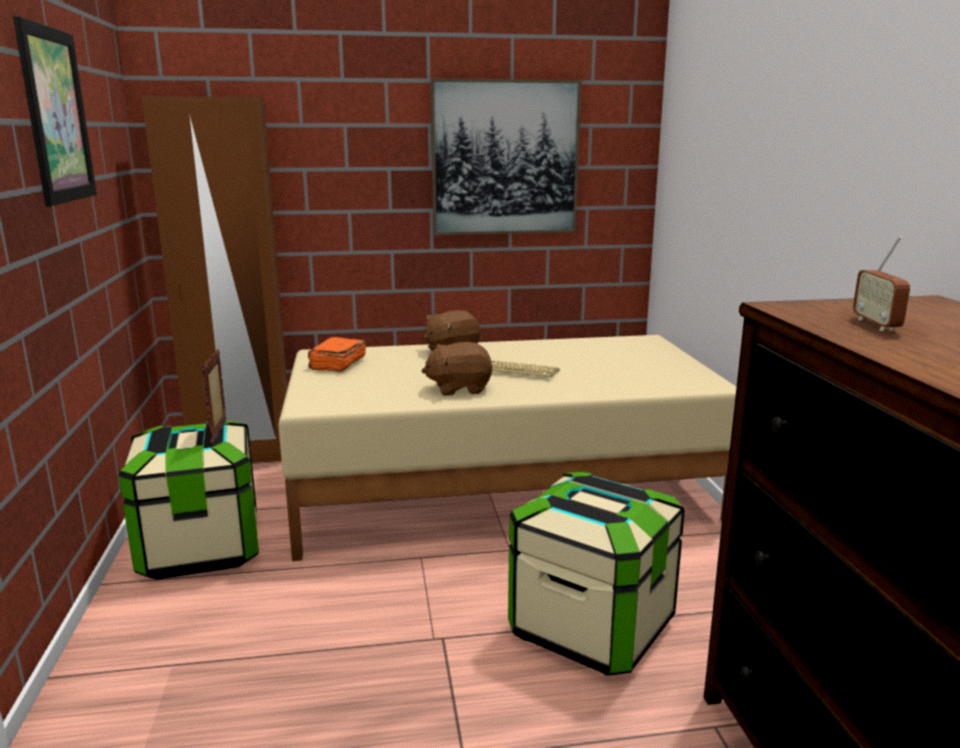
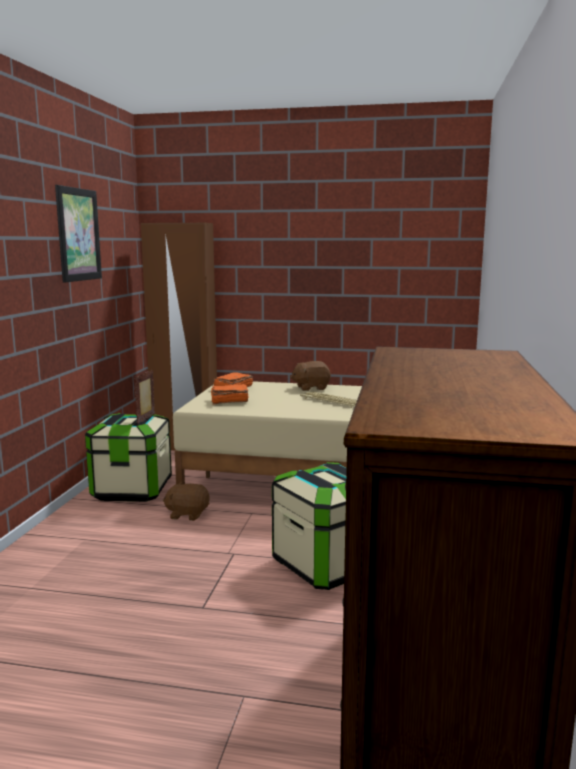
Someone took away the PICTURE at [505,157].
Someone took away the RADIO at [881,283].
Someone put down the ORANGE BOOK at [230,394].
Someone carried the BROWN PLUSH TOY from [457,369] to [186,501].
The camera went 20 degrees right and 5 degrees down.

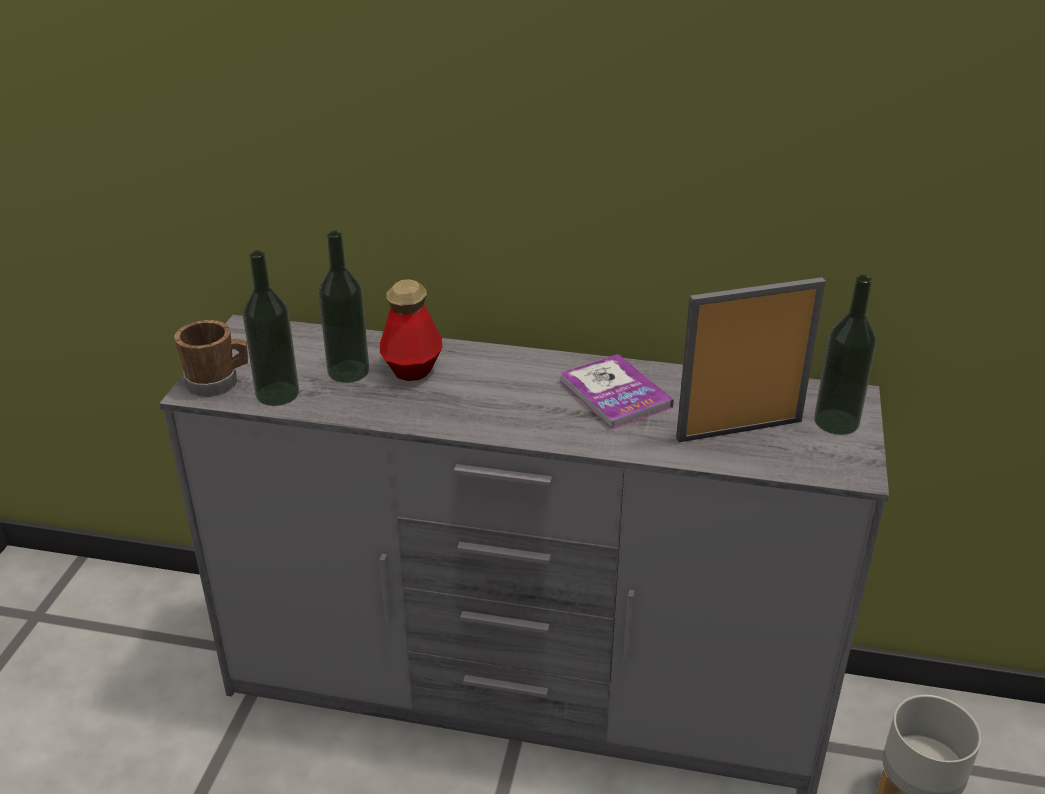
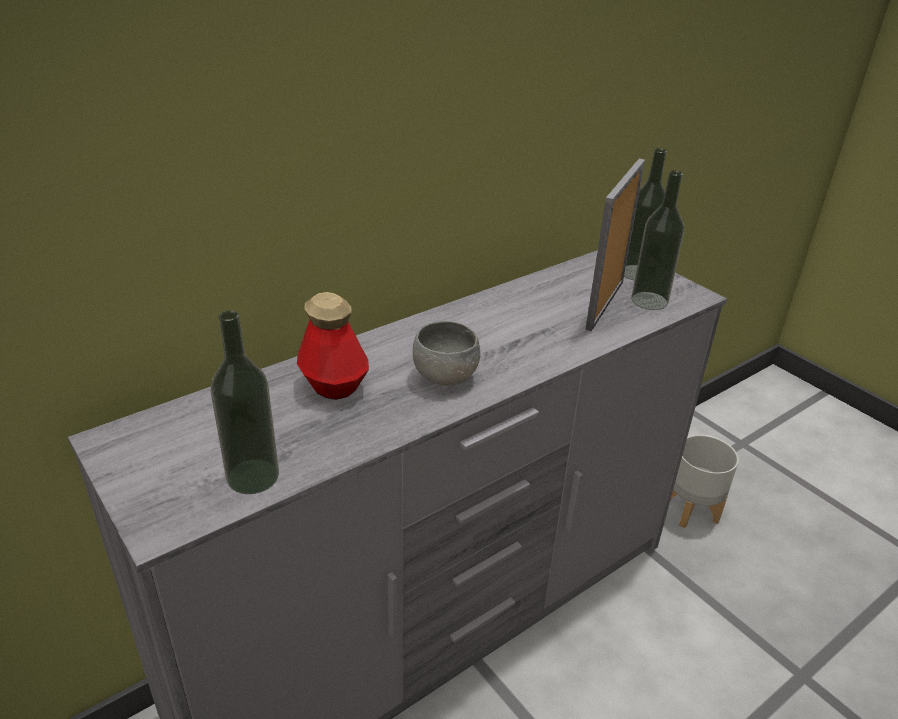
Someone took away the BROWN MUG at [211,358].
Someone took away the BOOK at [616,391].
Someone put down the GREY BOWL at [446,353].
Someone carried the BOTTLE from [343,307] to [657,240].
The camera went 50 degrees left and 0 degrees up.

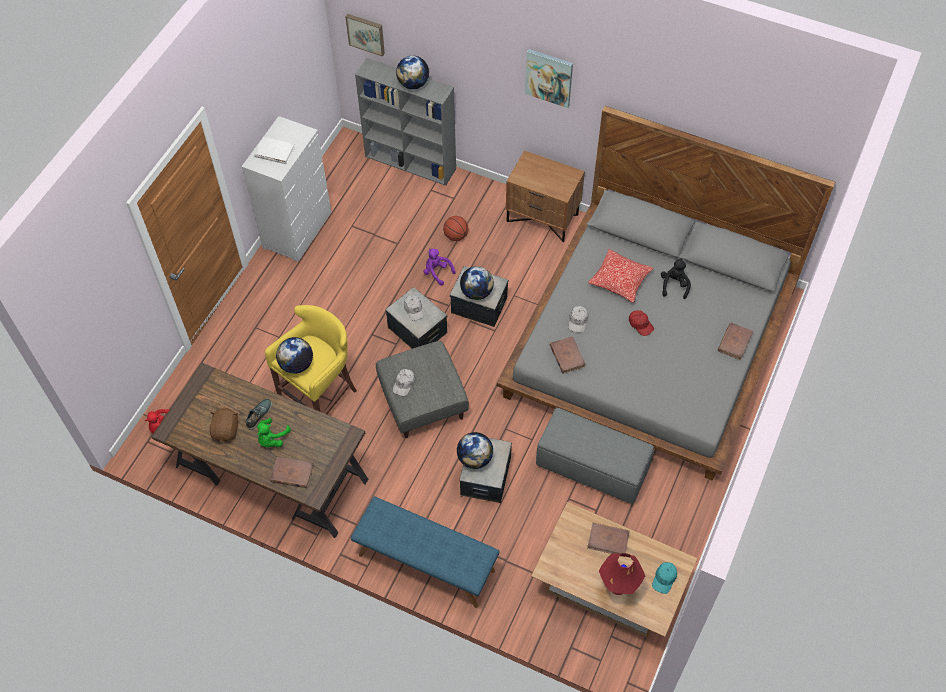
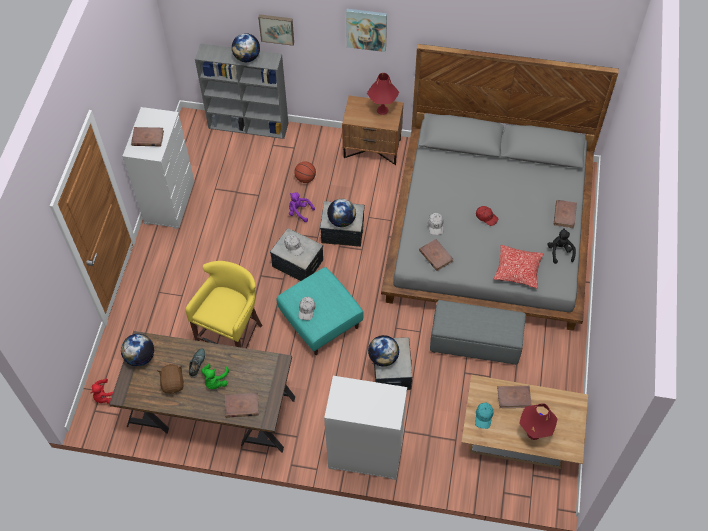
Someone put down the RED TABLE LAMP at [383,94].
Someone carried the GLOBE from [294,355] to [137,350].
Someone carried the PICTURE from [365,35] to [276,30].
Someone carried the PILLOW from [620,276] to [519,267].
Someone carried the TURQUOISE CAP from [664,578] to [484,416].
Someone carried the BLACK PLUSH TOY from [676,278] to [562,246].
Someone swapped the BLUE BENCH at [425,552] for the WHITE DRESSER at [365,428].
Someone repainted the WHITE BOOK at [274,150], which became the BROWN BOOK at [147,136].
Someone repainted the GREY OTTOMAN at [422,389], which became the TURQUOISE OTTOMAN at [320,311].
The camera went 15 degrees left and 0 degrees up.

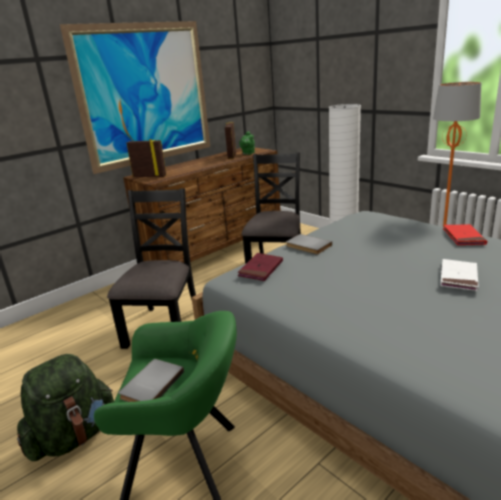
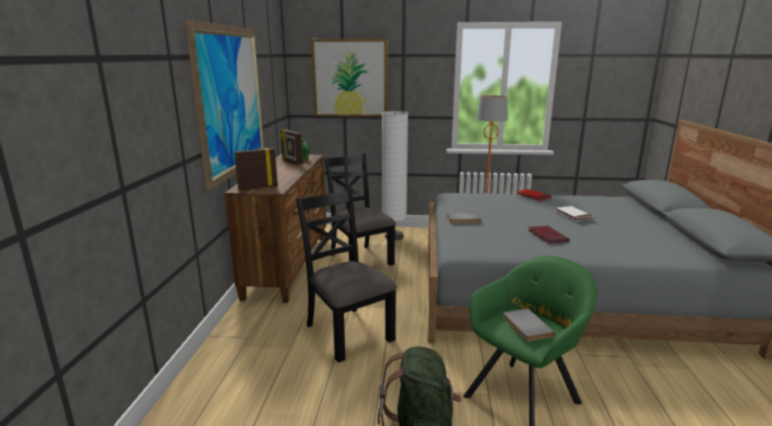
Someone put up the PICTURE at [349,78].
Someone carried the RED BOOK from [260,267] to [548,235].
The camera went 45 degrees left and 5 degrees down.

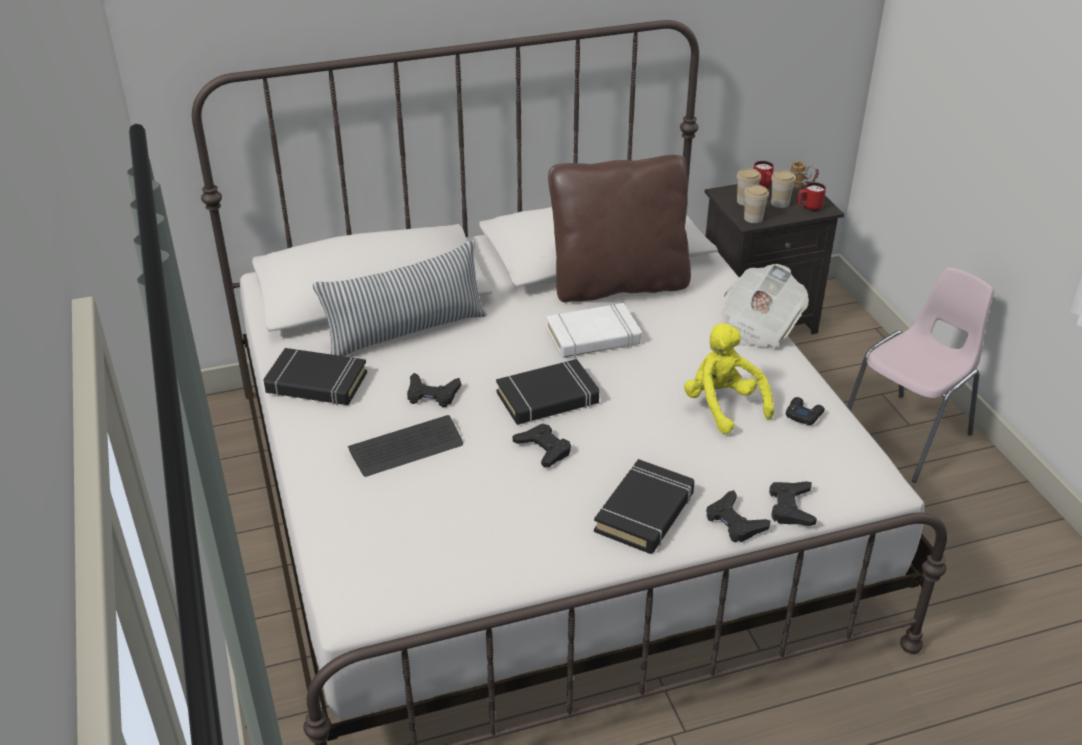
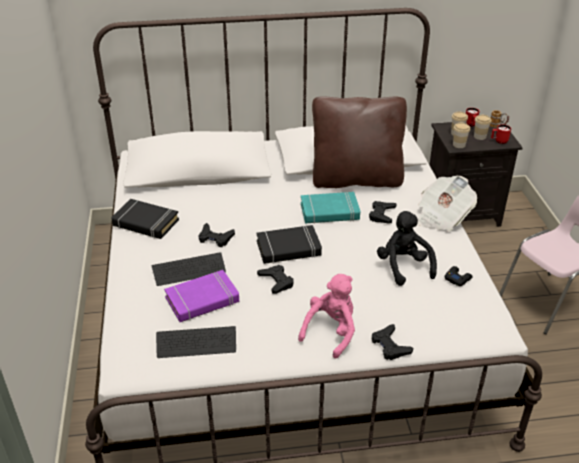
Someone took away the PILLOW at [400,298].
Someone put down the KEYBOARD at [196,342].
Someone put down the PURPLE BOOK at [201,296].
Someone carried the BLACK GAME CONTROLLER from [793,503] to [383,212].
Someone swapped the BLACK BOOK at [644,506] for the PINK PLUSH TOY at [326,316].
Someone repainted the WHITE BOOK at [593,330], which became the TURQUOISE BOOK at [330,208].
Someone repainted the YELLOW PLUSH TOY at [729,378], which became the BLACK PLUSH TOY at [407,248].
The camera went 10 degrees right and 0 degrees up.

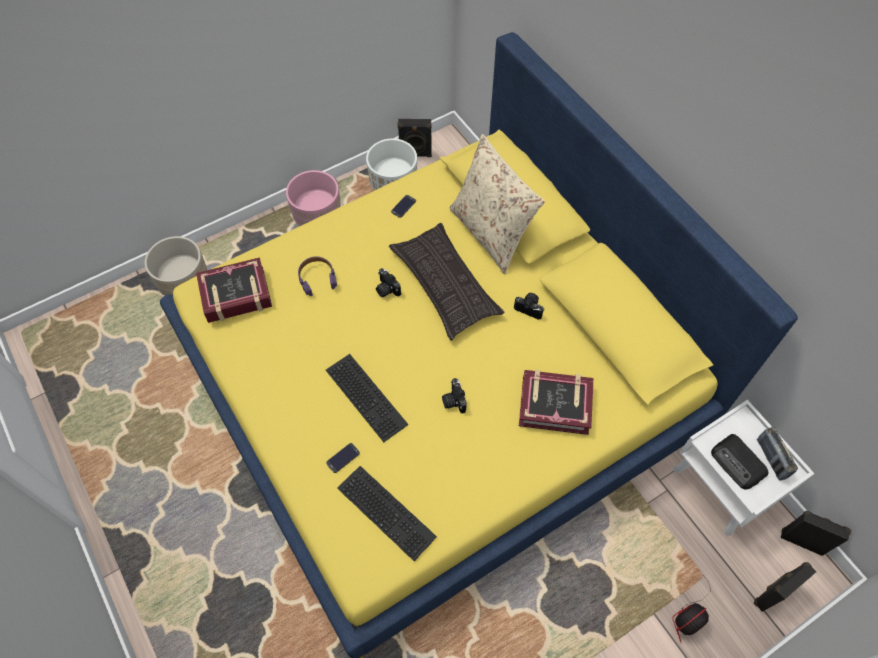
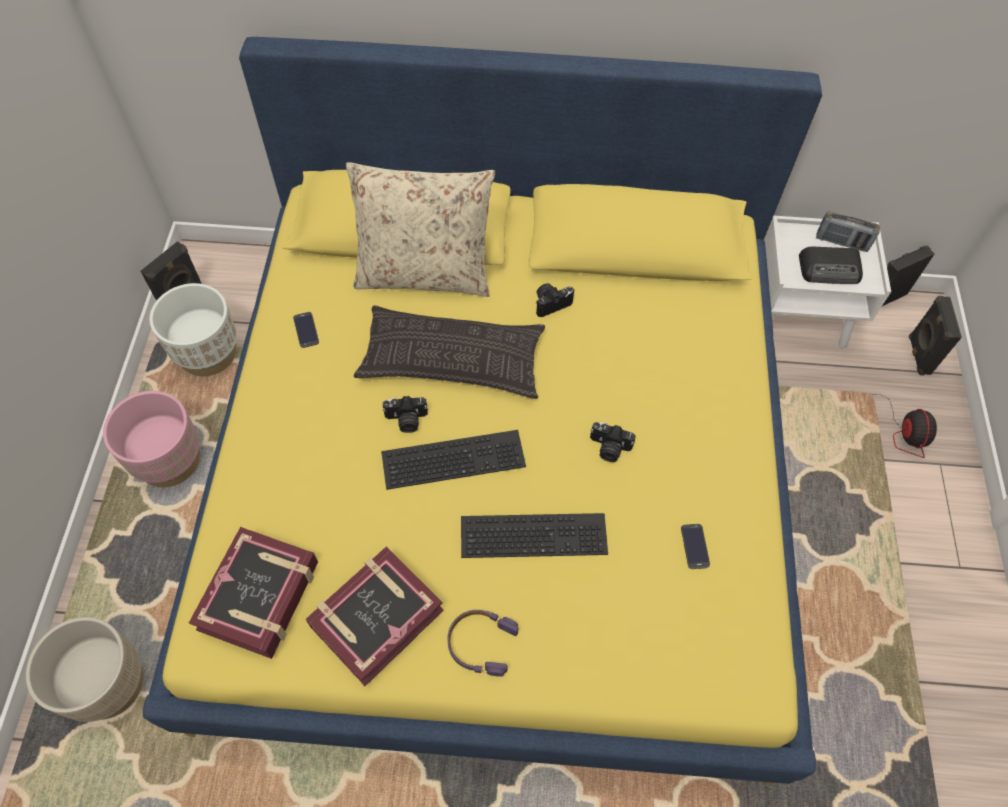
Someone carried the PURPLE HEADPHONES from [317,276] to [483,643].
Someone carried the PHONE from [343,458] to [695,546].
Someone carried the KEYBOARD from [387,513] to [453,460].
Someone carried the BOOK from [556,402] to [375,616].
The camera went 55 degrees left and 0 degrees up.

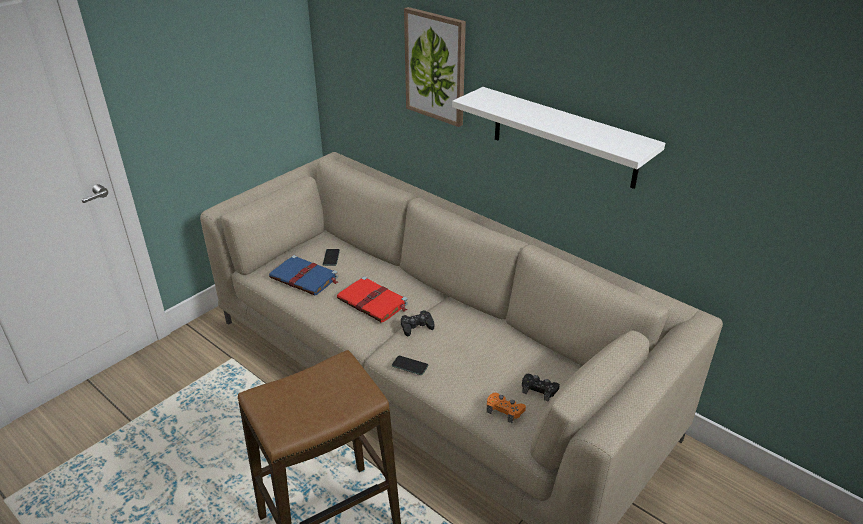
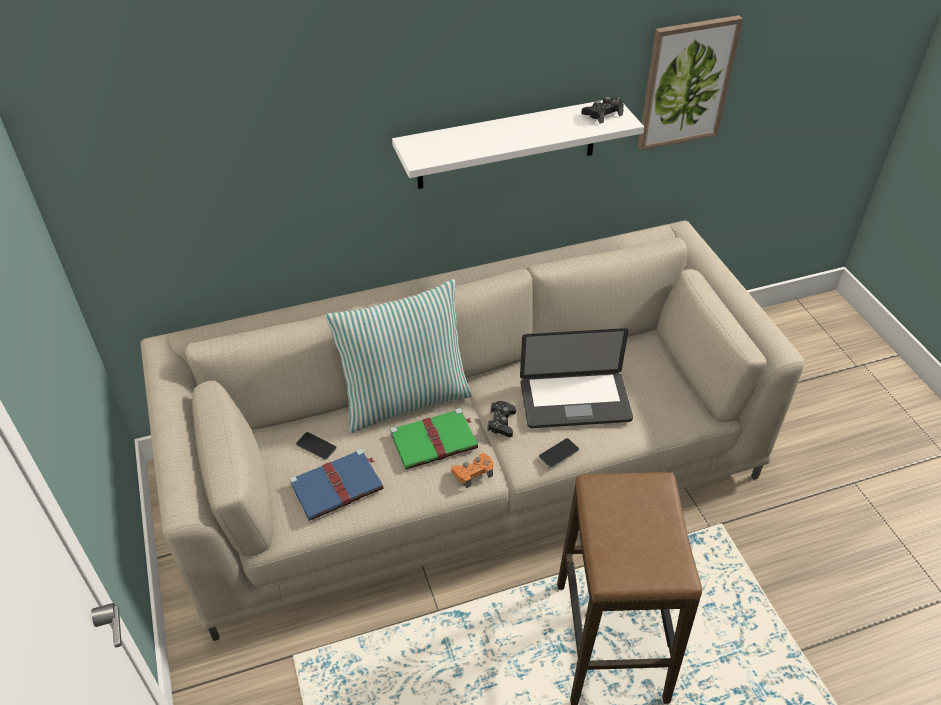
Someone put down the PILLOW at [399,356].
Someone put down the LAPTOP at [576,378].
Someone carried the PICTURE from [435,67] to [690,82].
Someone carried the ORANGE GAME CONTROLLER from [506,408] to [472,470].
Someone carried the BLACK GAME CONTROLLER from [541,387] to [602,110].
Someone repainted the RED BOOK at [372,299], which became the GREEN BOOK at [434,439].
The camera went 60 degrees left and 10 degrees up.

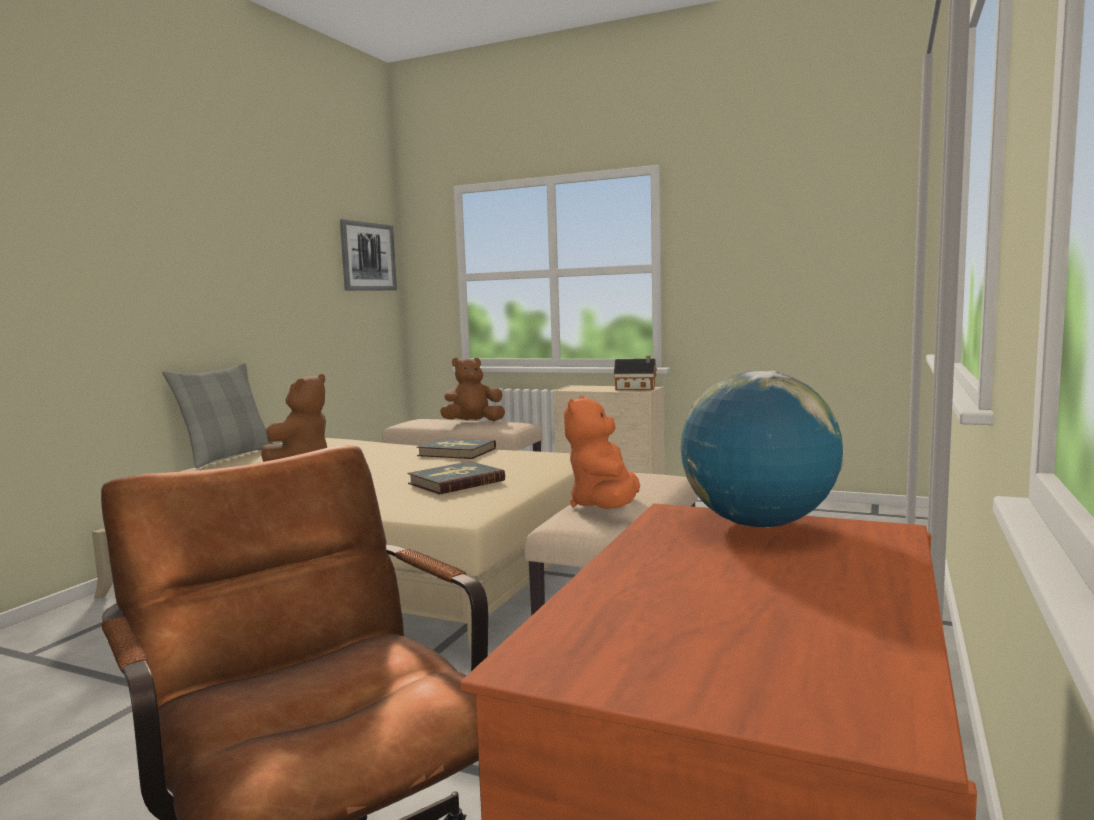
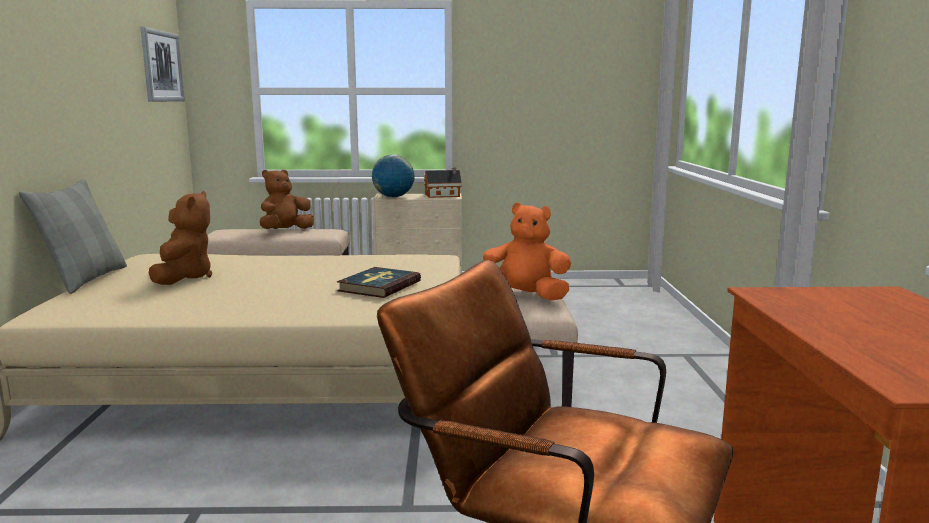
Someone took away the BOOK at [456,448].
Someone carried the GLOBE from [763,449] to [393,175].
Someone rotated the ORANGE PLUSH TOY at [602,452] by 120 degrees clockwise.
The camera went 25 degrees left and 5 degrees up.

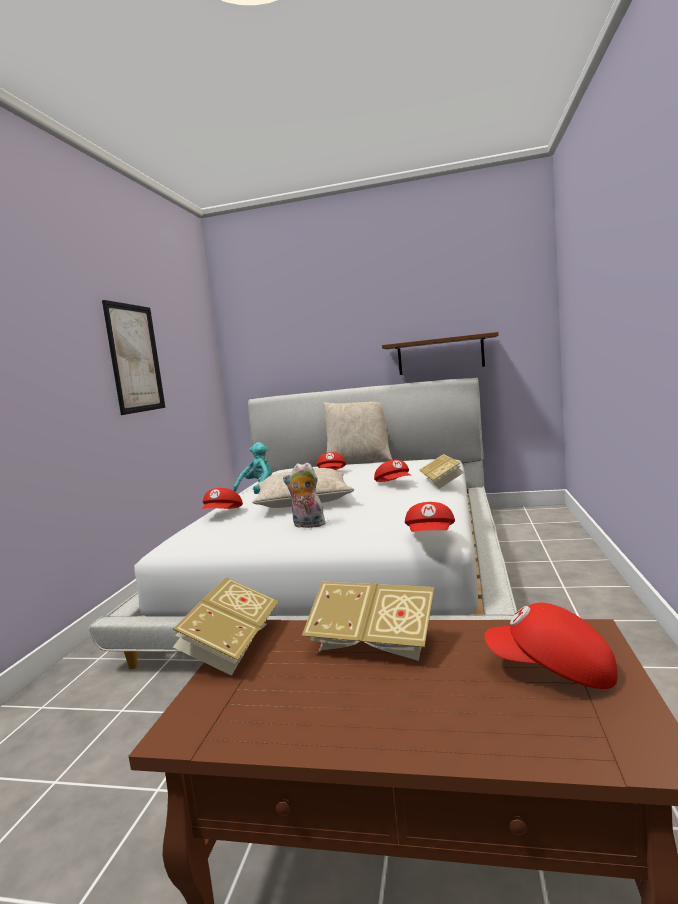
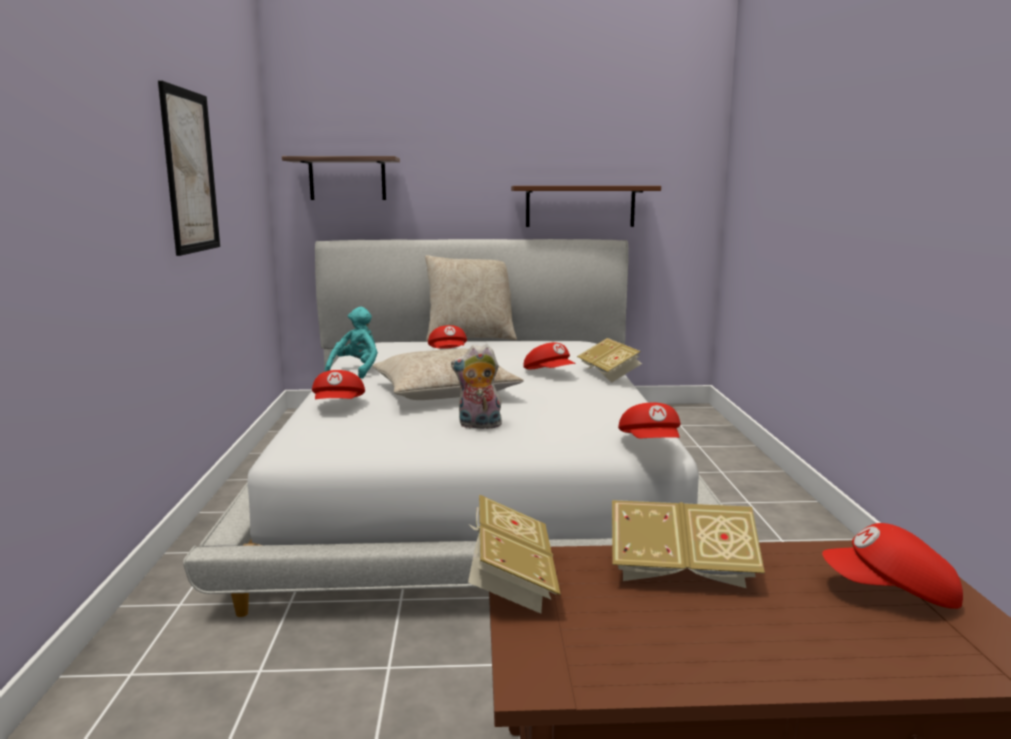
Someone put up the SHELF at [341,178].
The camera went 15 degrees left and 5 degrees up.

